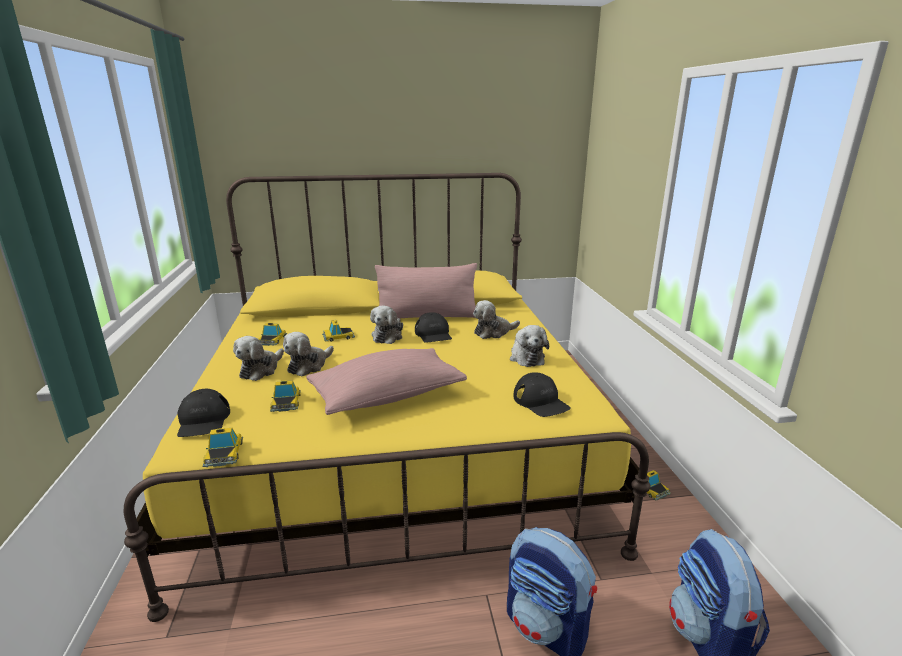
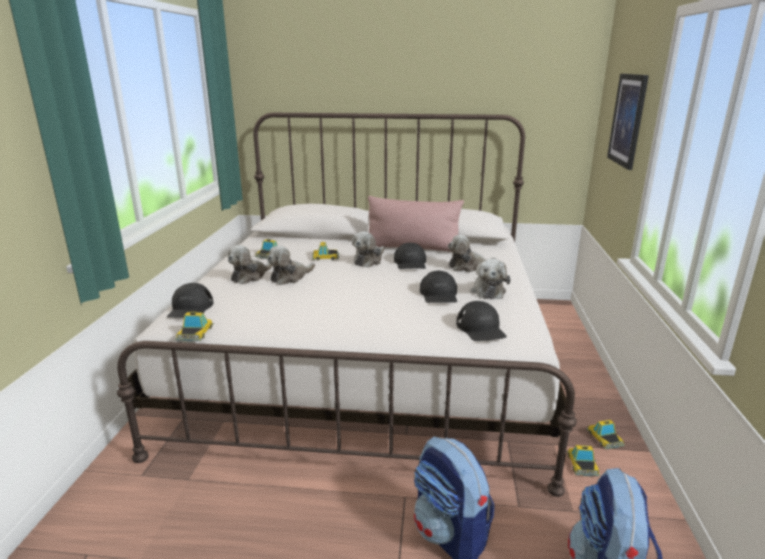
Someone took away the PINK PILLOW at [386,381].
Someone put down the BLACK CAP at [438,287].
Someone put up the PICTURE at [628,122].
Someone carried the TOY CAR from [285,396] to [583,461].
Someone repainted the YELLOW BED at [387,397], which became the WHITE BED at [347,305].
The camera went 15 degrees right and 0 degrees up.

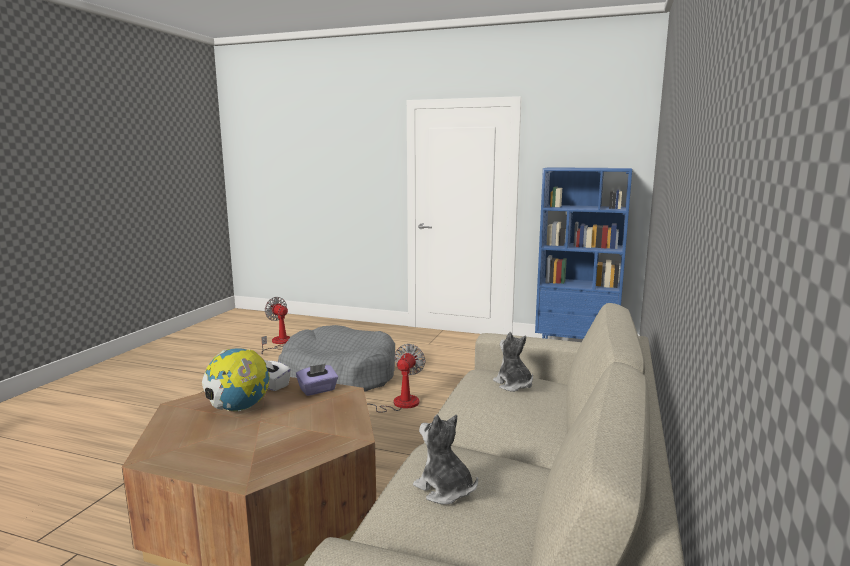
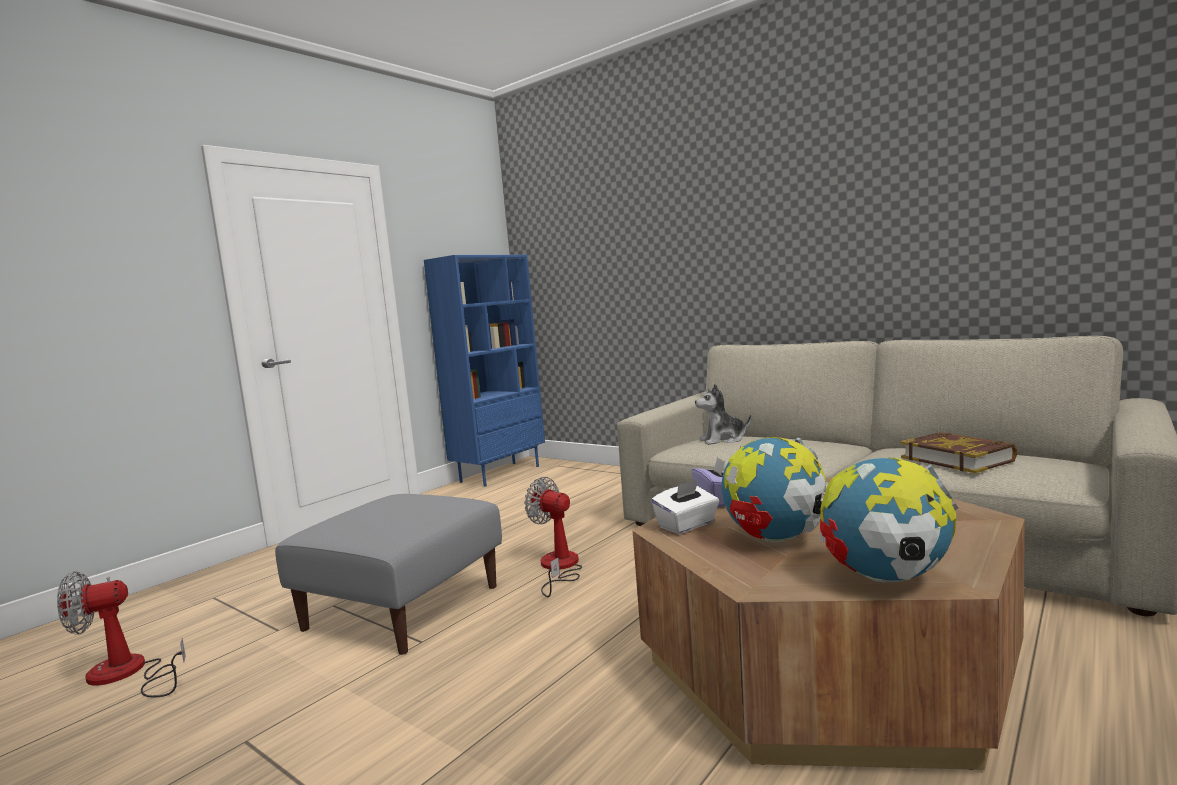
Someone put down the GLOBE at [889,520].
Someone swapped the GREY DOG BED at [336,358] for the GREY OTTOMAN at [388,574].
Someone swapped the PLUSH TOY at [445,459] for the BOOK at [958,452].
The camera went 70 degrees left and 5 degrees down.

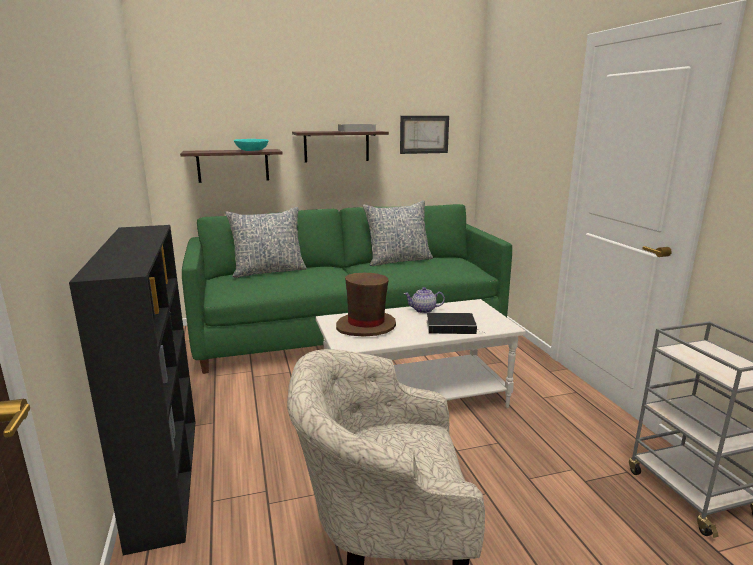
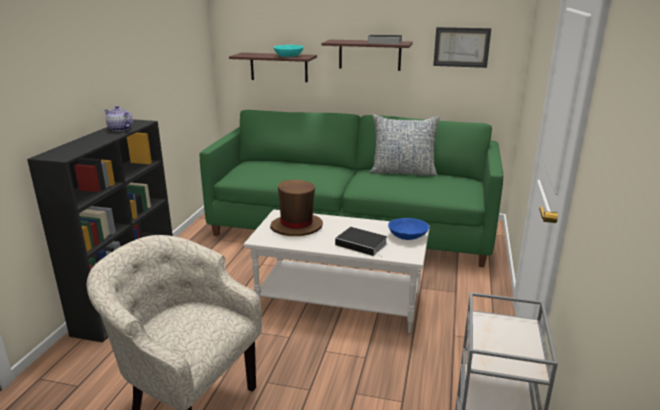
Someone took away the PILLOW at [266,242].
Someone put down the BLUE BOWL at [408,229].
Someone carried the TEAPOT from [424,300] to [118,119].
The camera went 30 degrees right and 5 degrees up.

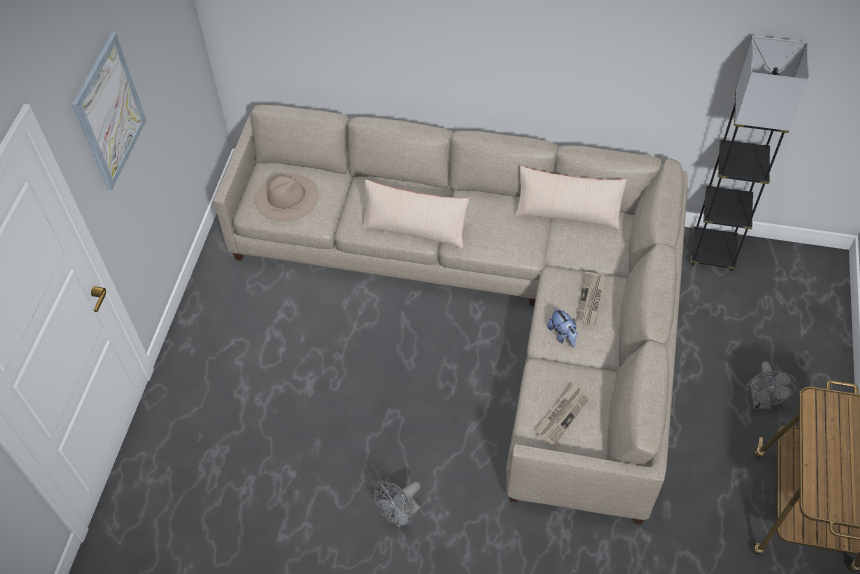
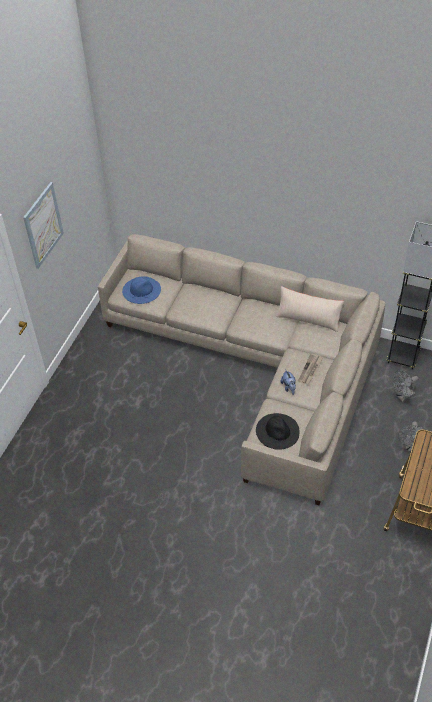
Someone took away the BEIGE PILLOW at [415,214].
Someone carried the GREY FAN from [397,504] to [405,386].
Someone swapped the NEWSPAPER at [562,415] for the BLACK HAT at [277,431].
Someone repainted the BEIGE HAT at [287,197], which became the BLUE HAT at [141,290].
The camera went 10 degrees right and 5 degrees down.

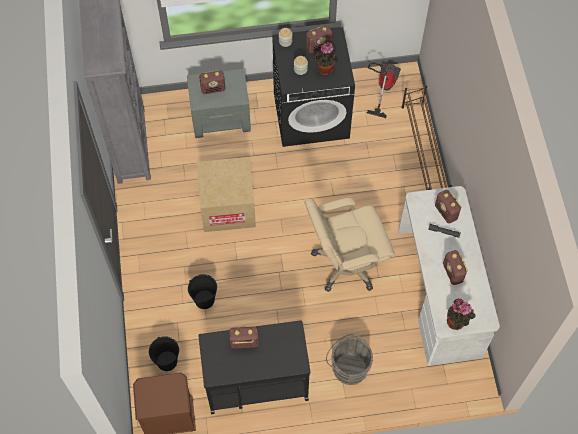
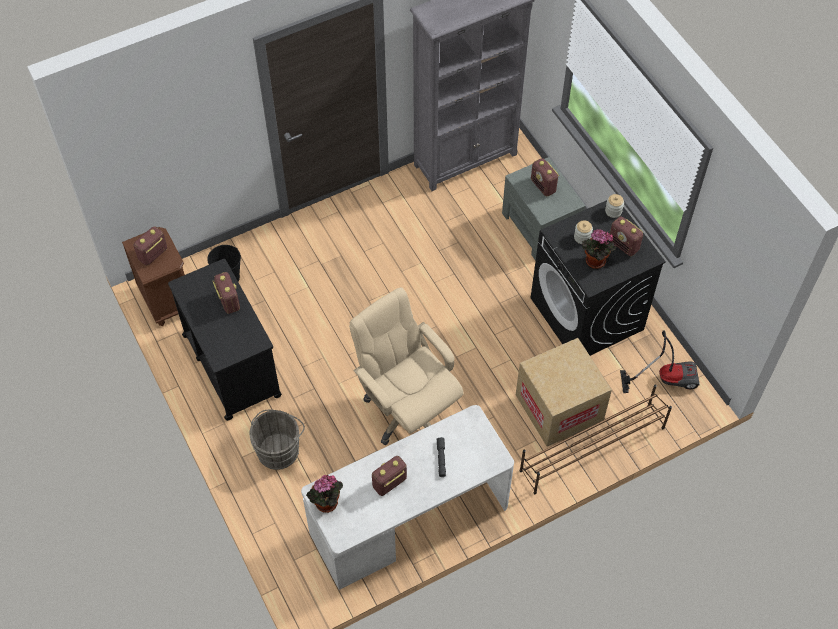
Someone took away the BLACK BUCKET at [202,291].
Someone carried the CARDBOARD BOX from [226,194] to [564,392].
Someone carried the RADIO from [448,207] to [150,245].
The camera went 70 degrees right and 5 degrees down.

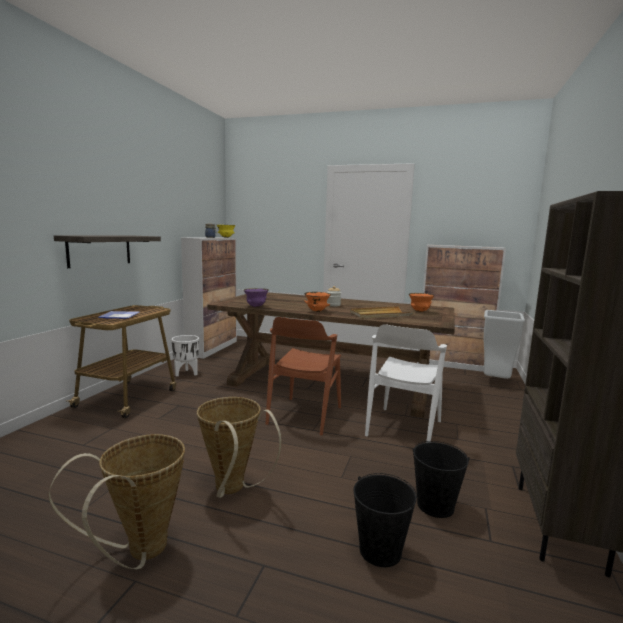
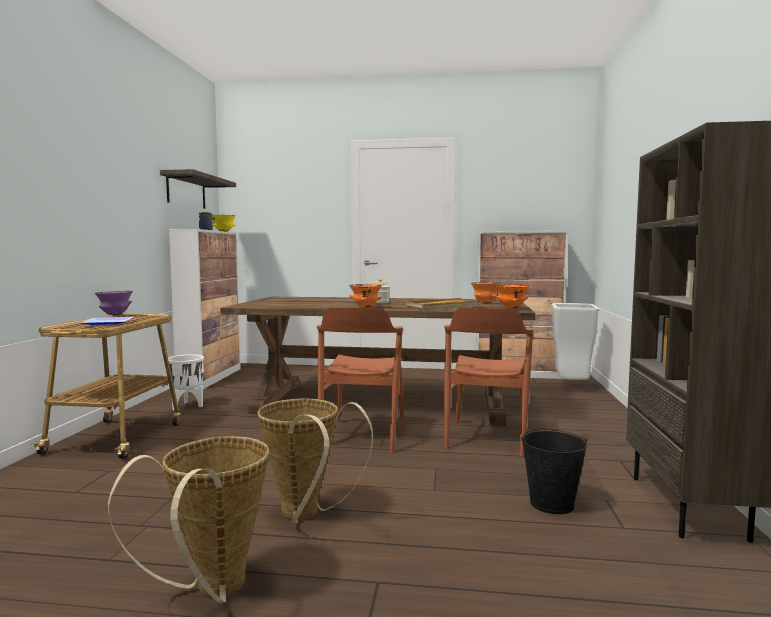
Someone took away the BLACK BUCKET at [385,520].
Someone put down the ORANGE BOWL at [512,296].
Someone carried the SHELF from [107,251] to [198,189].
Someone carried the PURPLE BOWL from [256,297] to [114,303].
Someone repainted the WHITE CHAIR at [406,383], which became the BROWN CHAIR at [489,382].
The camera went 10 degrees left and 5 degrees down.

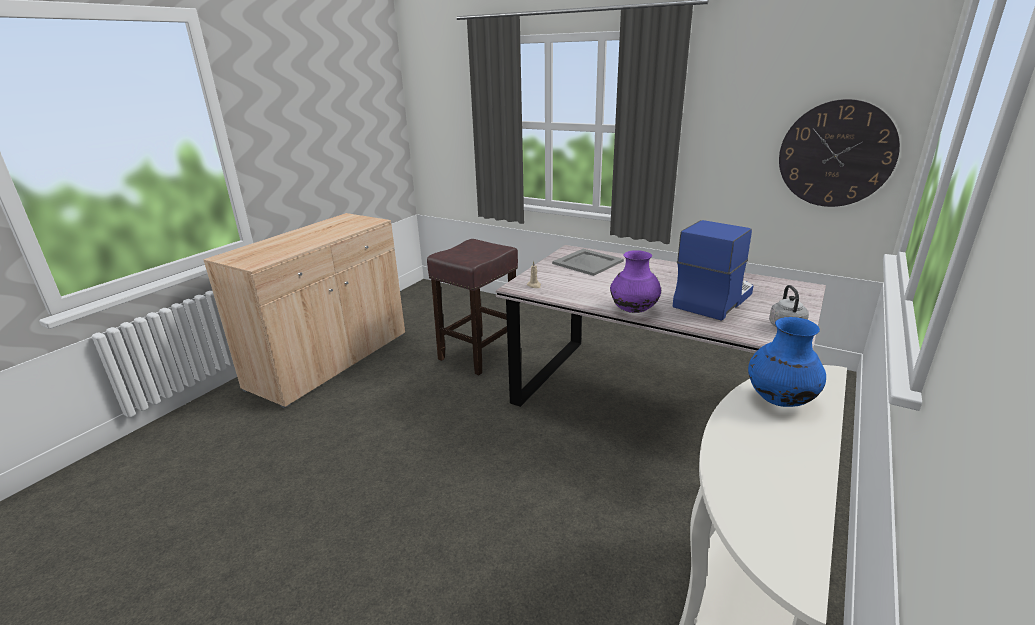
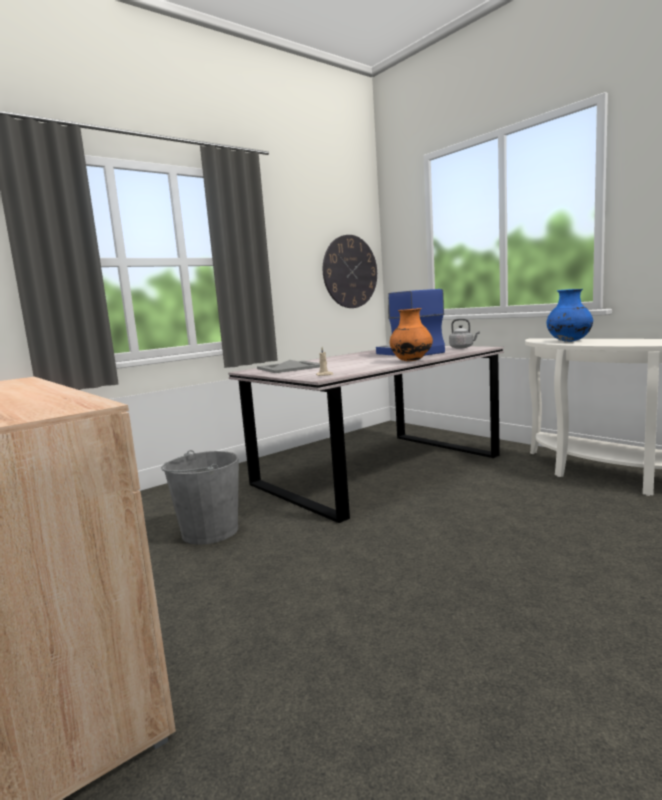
Someone swapped the BROWN STOOL at [472,307] for the GREY BUCKET at [200,497].
Someone repainted the PURPLE VASE at [635,281], which became the ORANGE VASE at [411,334].
The camera went 70 degrees left and 15 degrees down.

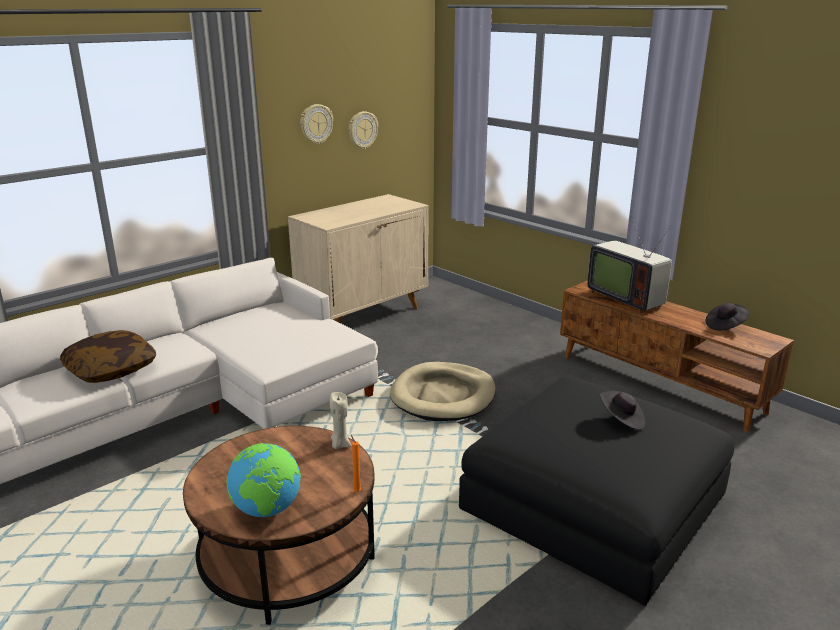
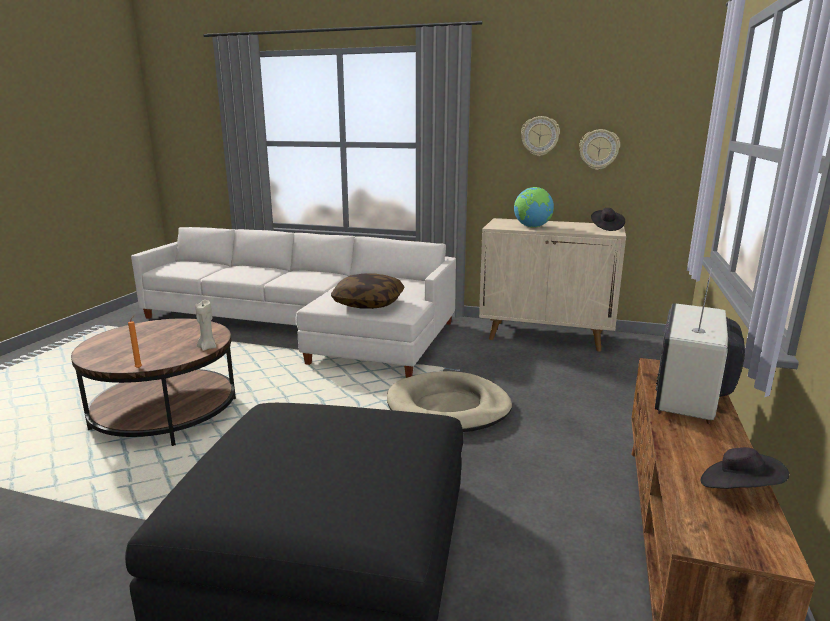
Someone carried the PILLOW from [108,356] to [367,291].
Someone carried the GLOBE from [264,480] to [534,207].
Someone carried the BLACK HAT from [622,410] to [608,219].
The camera went 60 degrees right and 5 degrees down.

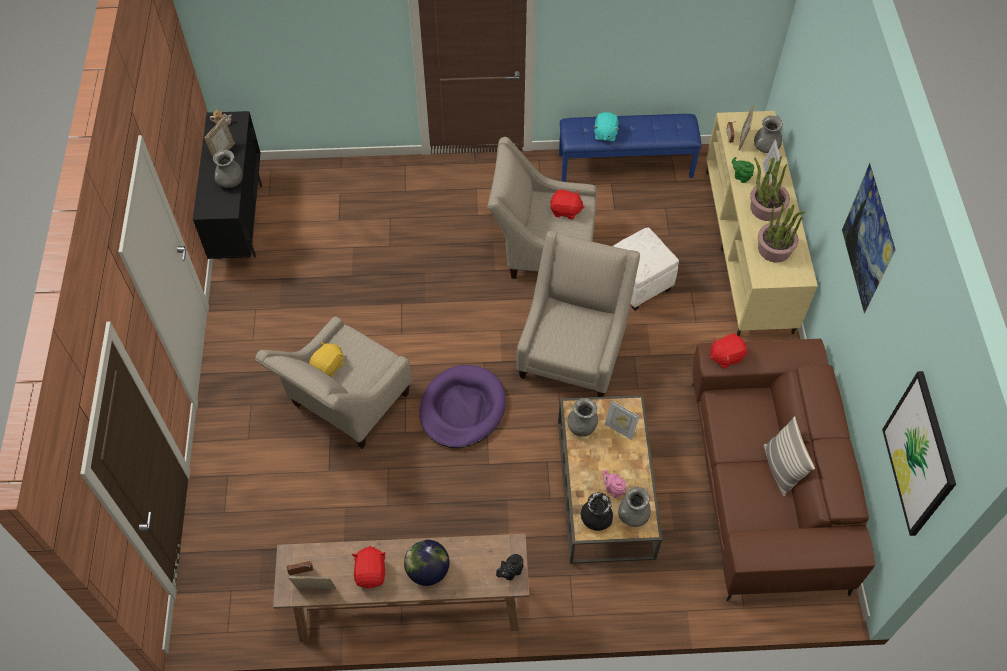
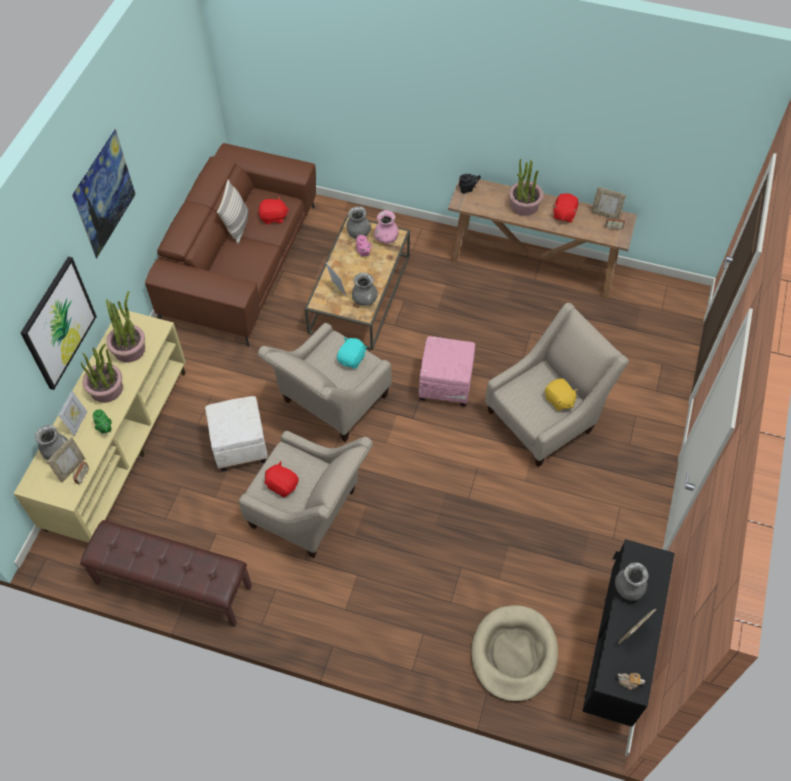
Someone put down the BEIGE DOG BED at [514,653].
Someone carried the TURQUOISE PLUSH TOY from [606,127] to [352,353].
Someone carried the RED PLUSH TOY from [728,351] to [273,210].
Someone carried the PICTURE from [919,453] to [59,323].
Someone swapped the GLOBE at [427,563] for the POTTED PLANT at [526,187].
Someone swapped the PURPLE DOG BED at [463,406] for the PINK OTTOMAN at [447,371].
Someone repainted the BLUE BENCH at [630,148], which became the BROWN BENCH at [166,573].
Someone repainted the BLACK VASE at [597,511], which became the PINK VASE at [386,227].
Someone rotated the YELLOW PLUSH TOY at [326,359] by 90 degrees counterclockwise.
The camera went 160 degrees left and 0 degrees up.

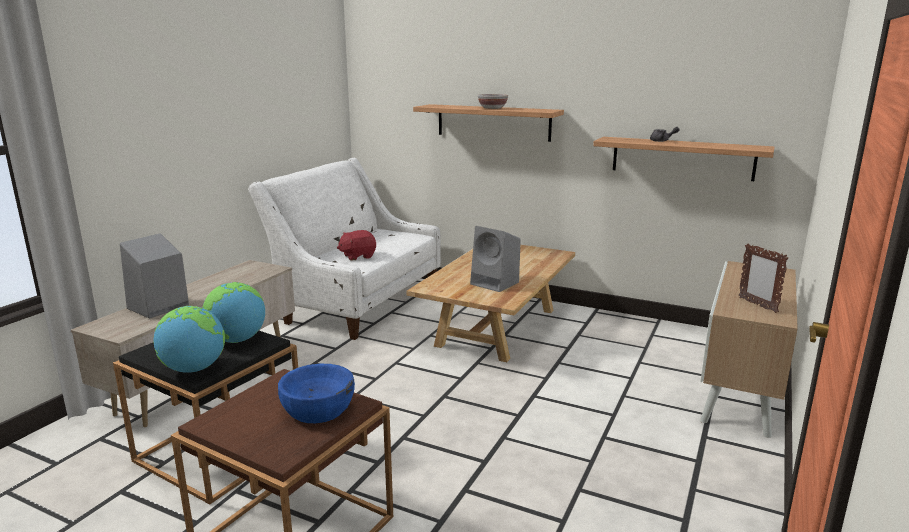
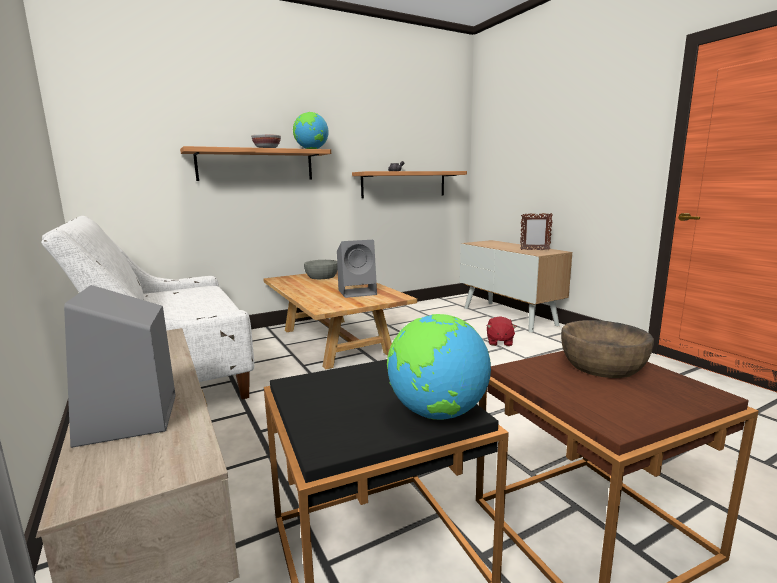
Someone put down the GREY BOWL at [321,269].
Someone carried the GLOBE from [233,312] to [311,130].
Someone carried the RED PLUSH TOY from [356,245] to [502,331].
Someone repainted the BLUE BOWL at [316,393], which became the BROWN BOWL at [607,349].
The camera went 55 degrees left and 5 degrees down.

